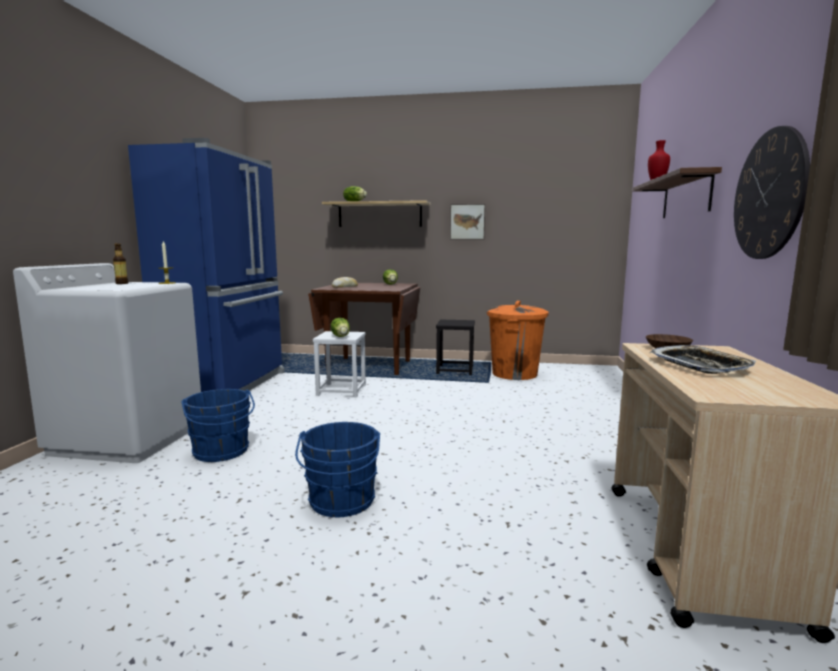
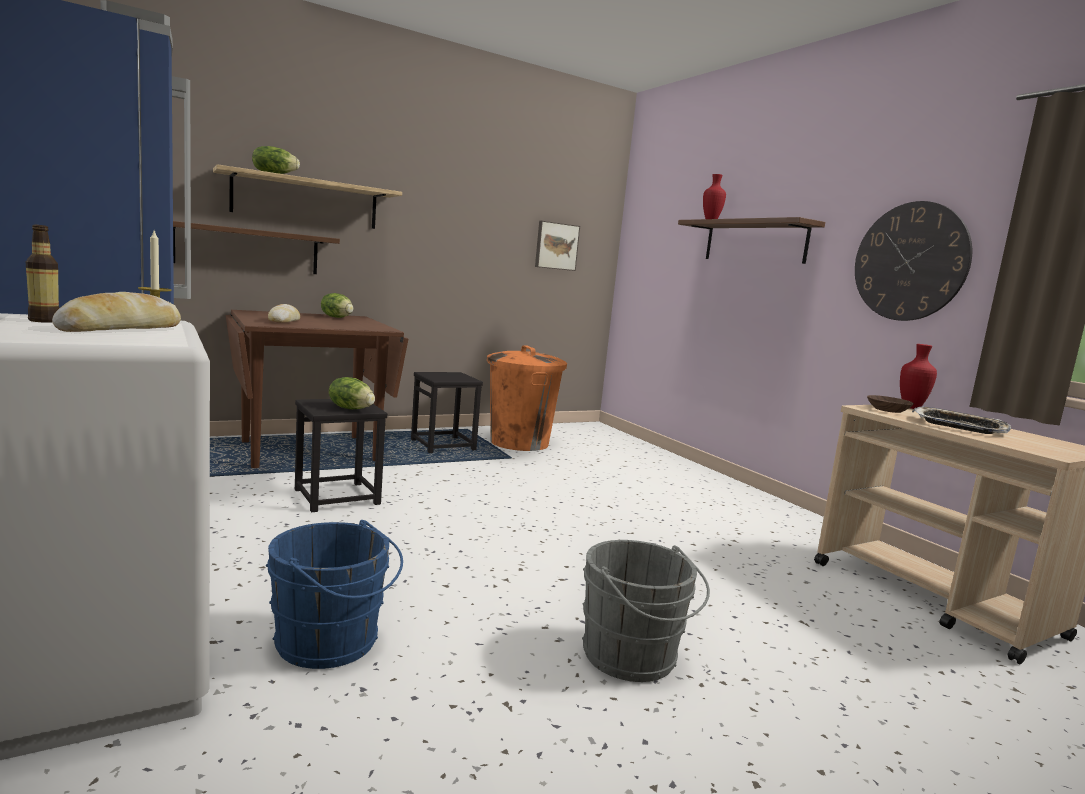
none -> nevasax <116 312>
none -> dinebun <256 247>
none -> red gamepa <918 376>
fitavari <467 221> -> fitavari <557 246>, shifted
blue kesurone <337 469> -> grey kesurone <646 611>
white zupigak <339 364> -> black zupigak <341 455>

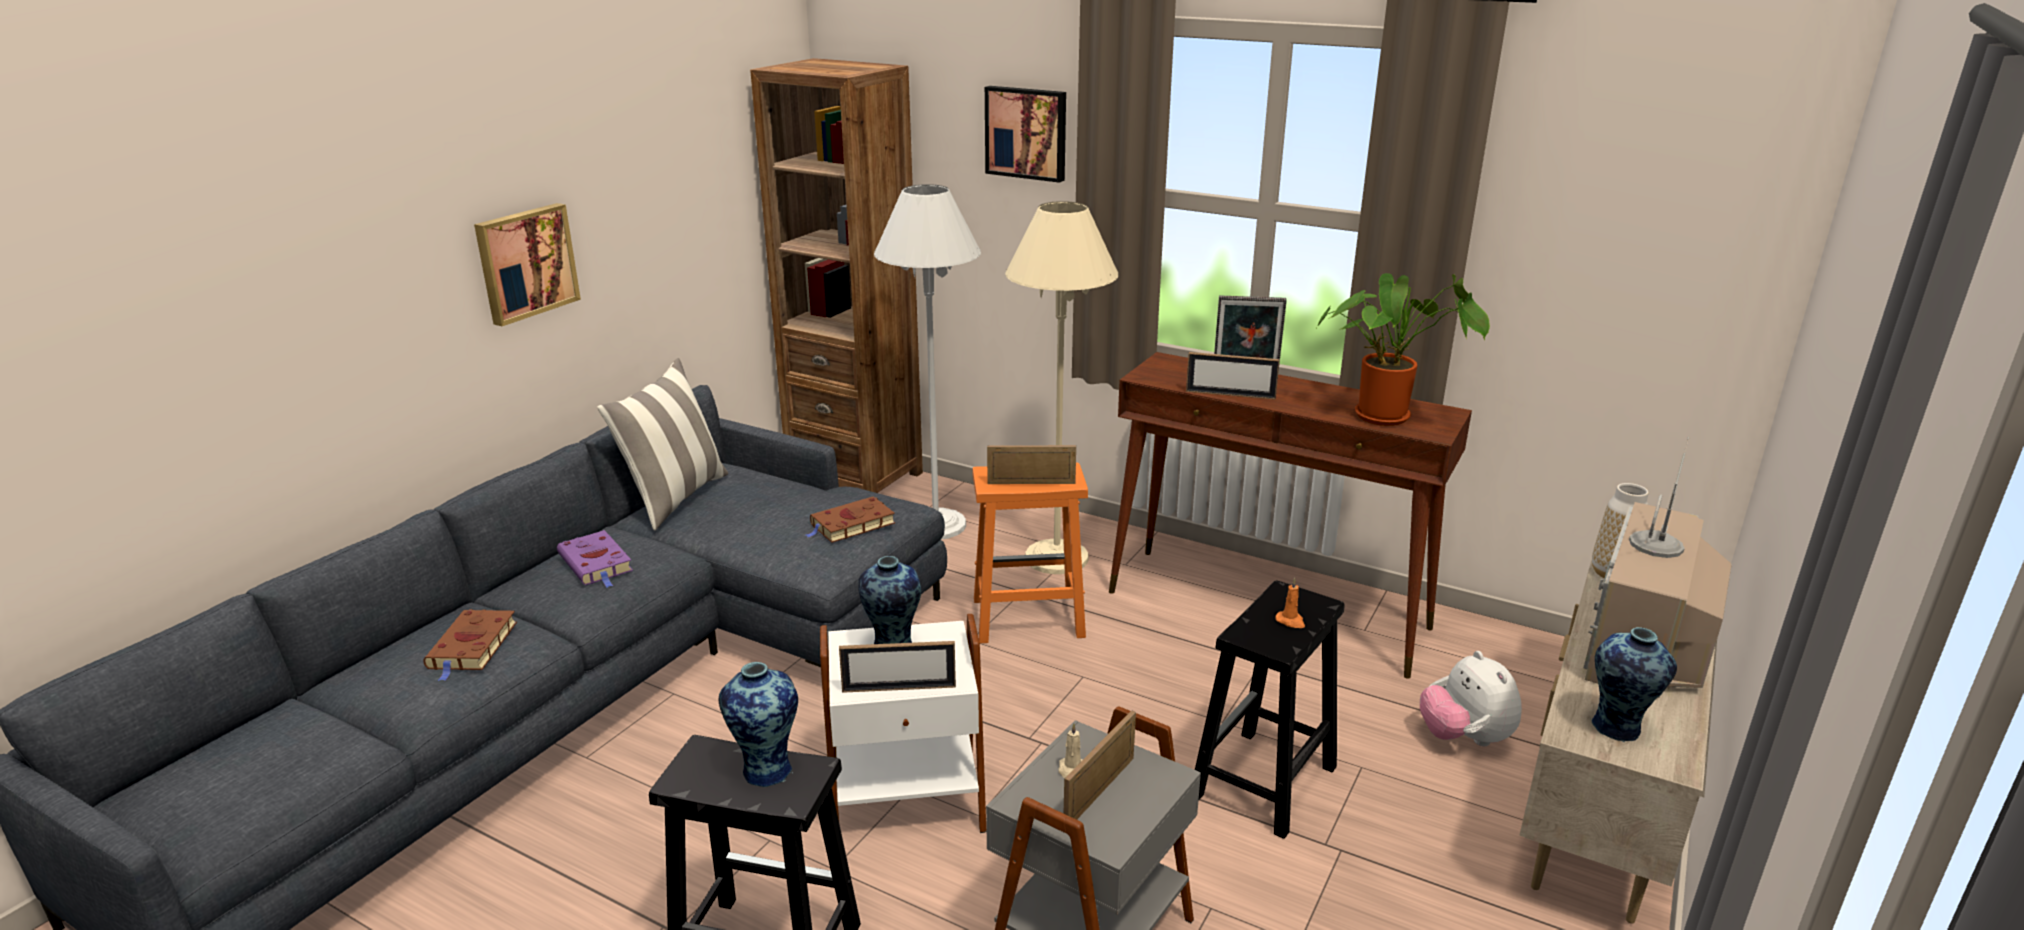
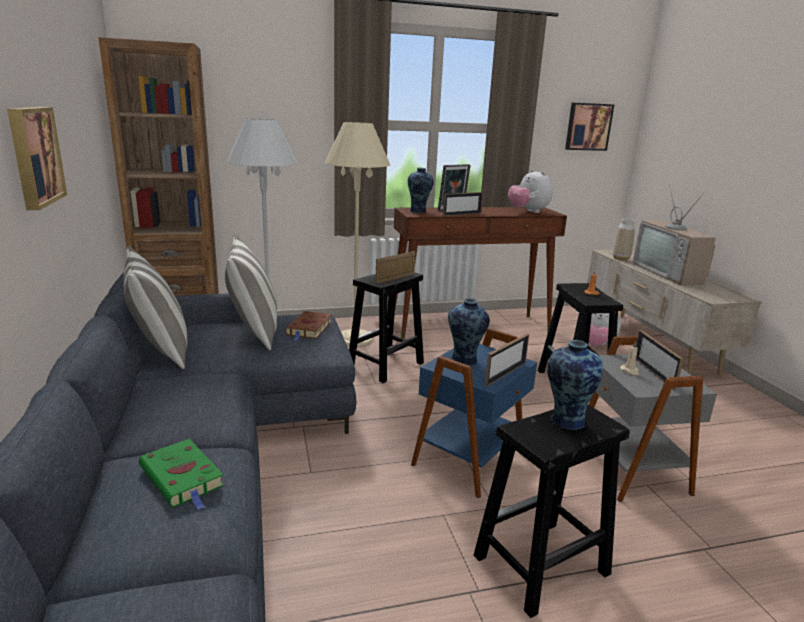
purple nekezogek <595 558> -> none
none -> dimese <251 292>
fitavari <1025 134> -> fitavari <589 127>, shifted
gamepa <1634 684> -> gamepa <421 190>, shifted
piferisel <1403 349> -> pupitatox <530 191>
brown nekezogek <470 645> -> green nekezogek <181 474>
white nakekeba <903 723> -> blue nakekeba <474 413>
orange zupigak <1030 553> -> black zupigak <386 327>

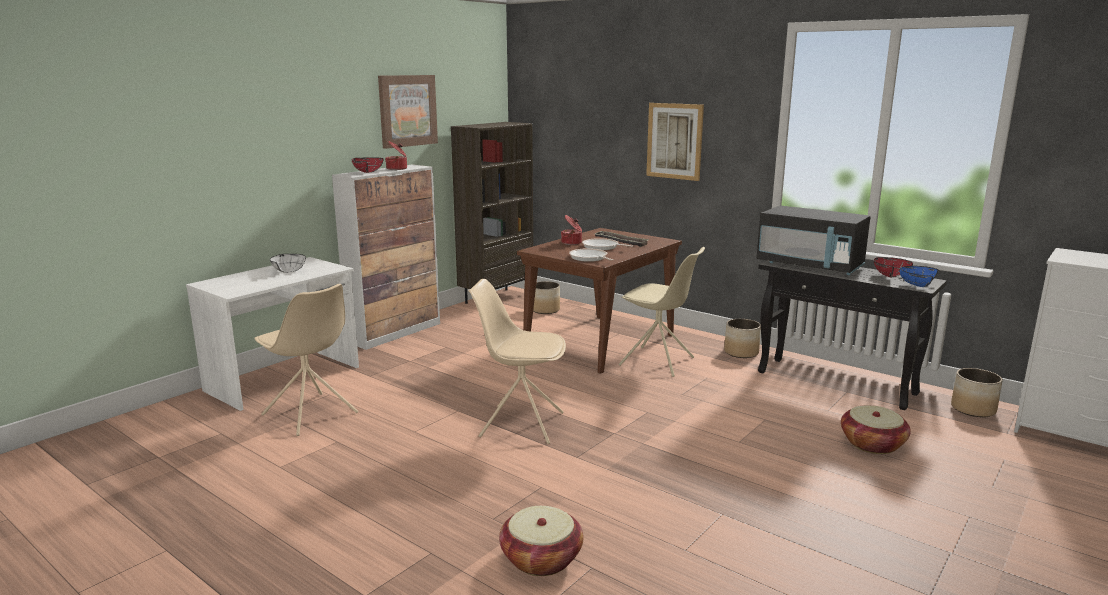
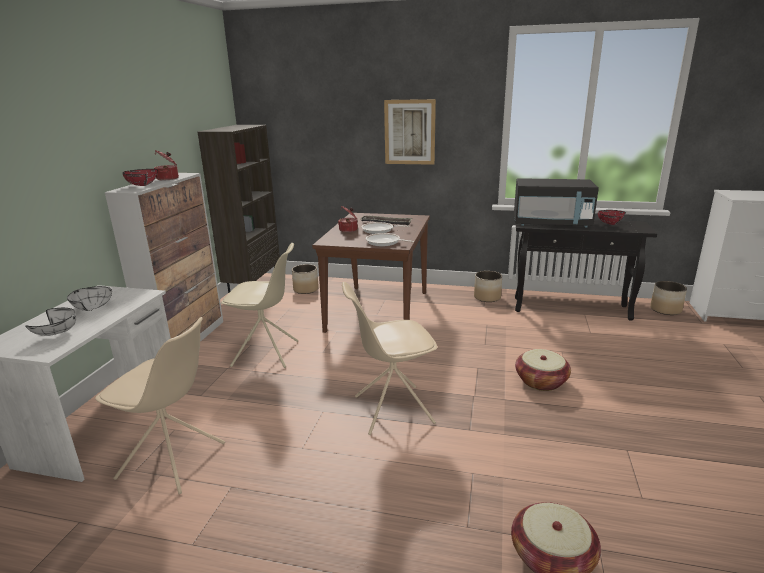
fitavari <408 112> -> none
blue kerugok <918 276> -> none
none -> white kerugok <50 322>
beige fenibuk <662 312> -> beige fenibuk <259 305>, shifted
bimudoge <876 429> -> bimudoge <543 370>, shifted

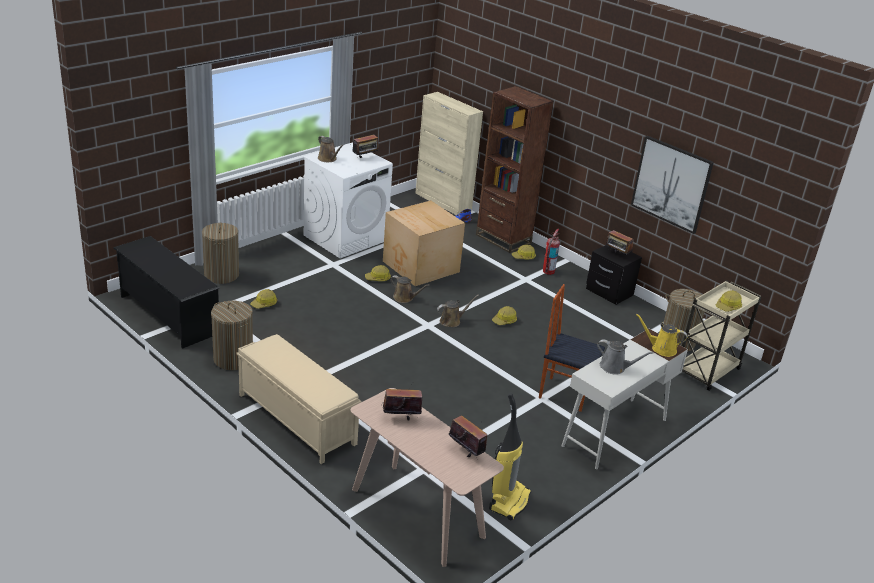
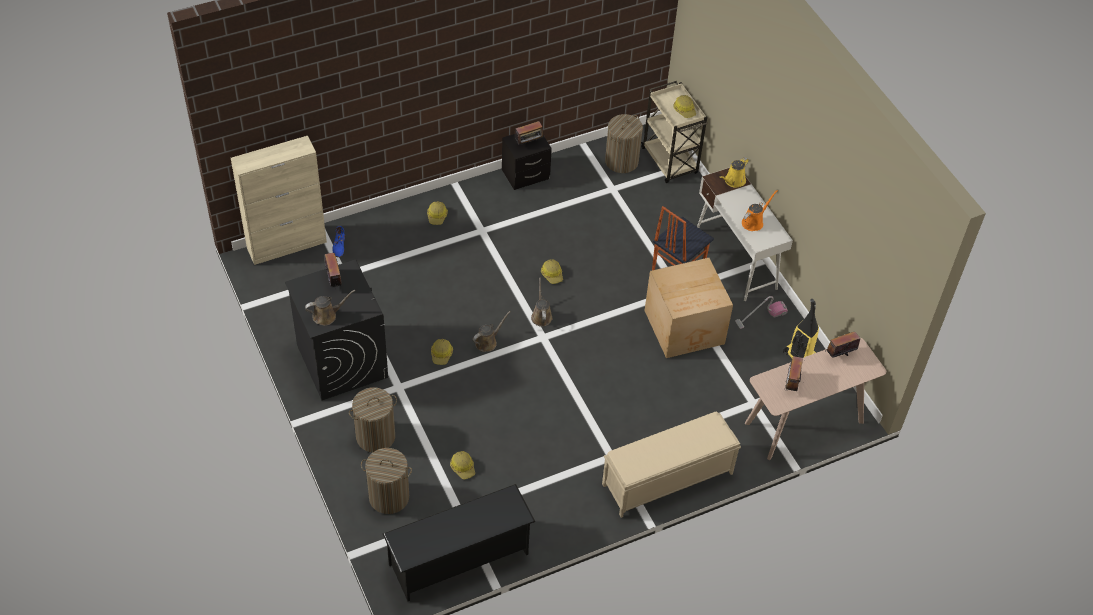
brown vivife <514 169> -> none
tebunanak <551 252> -> none
fitavari <672 185> -> none
none -> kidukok <761 312>
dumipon <232 335> -> dumipon <373 420>, shifted
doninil <424 243> -> doninil <688 308>, shifted
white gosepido <348 200> -> black gosepido <336 330>
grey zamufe <625 357> -> orange zamufe <760 210>

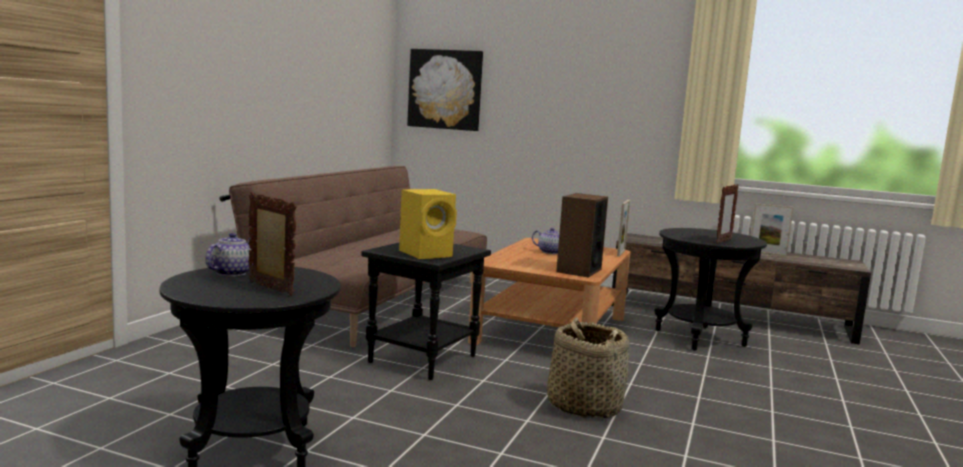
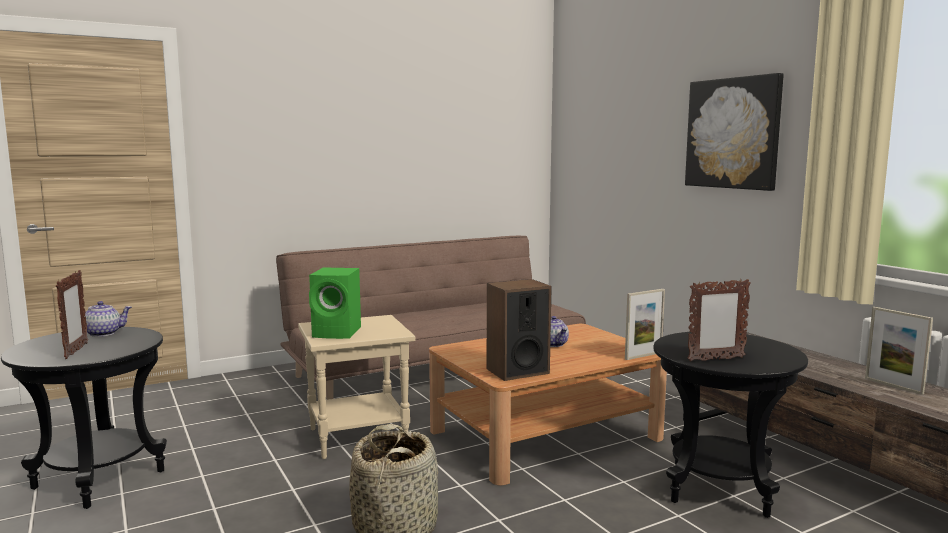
fitavari <445 90> -> fitavari <734 132>, shifted
black nakekeba <426 311> -> beige nakekeba <356 387>
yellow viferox <428 224> -> green viferox <335 303>

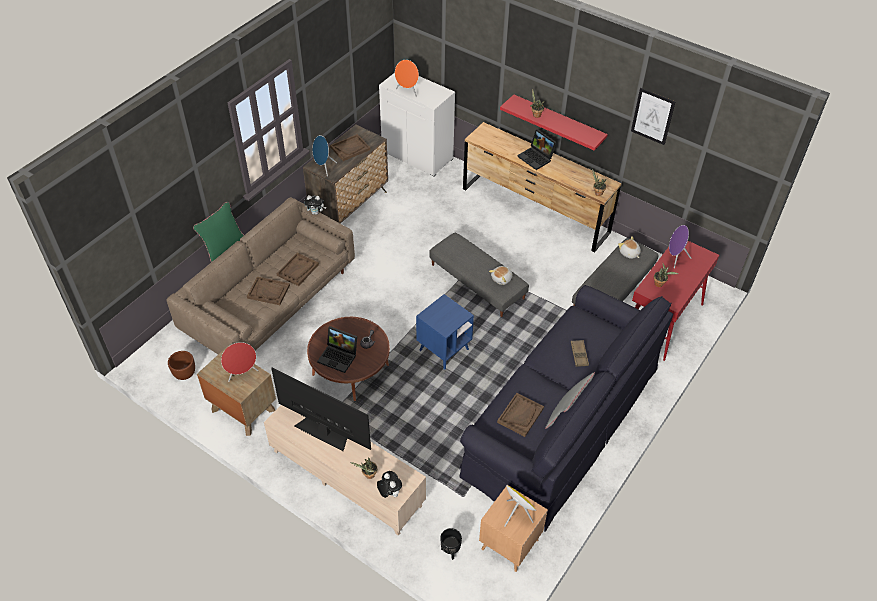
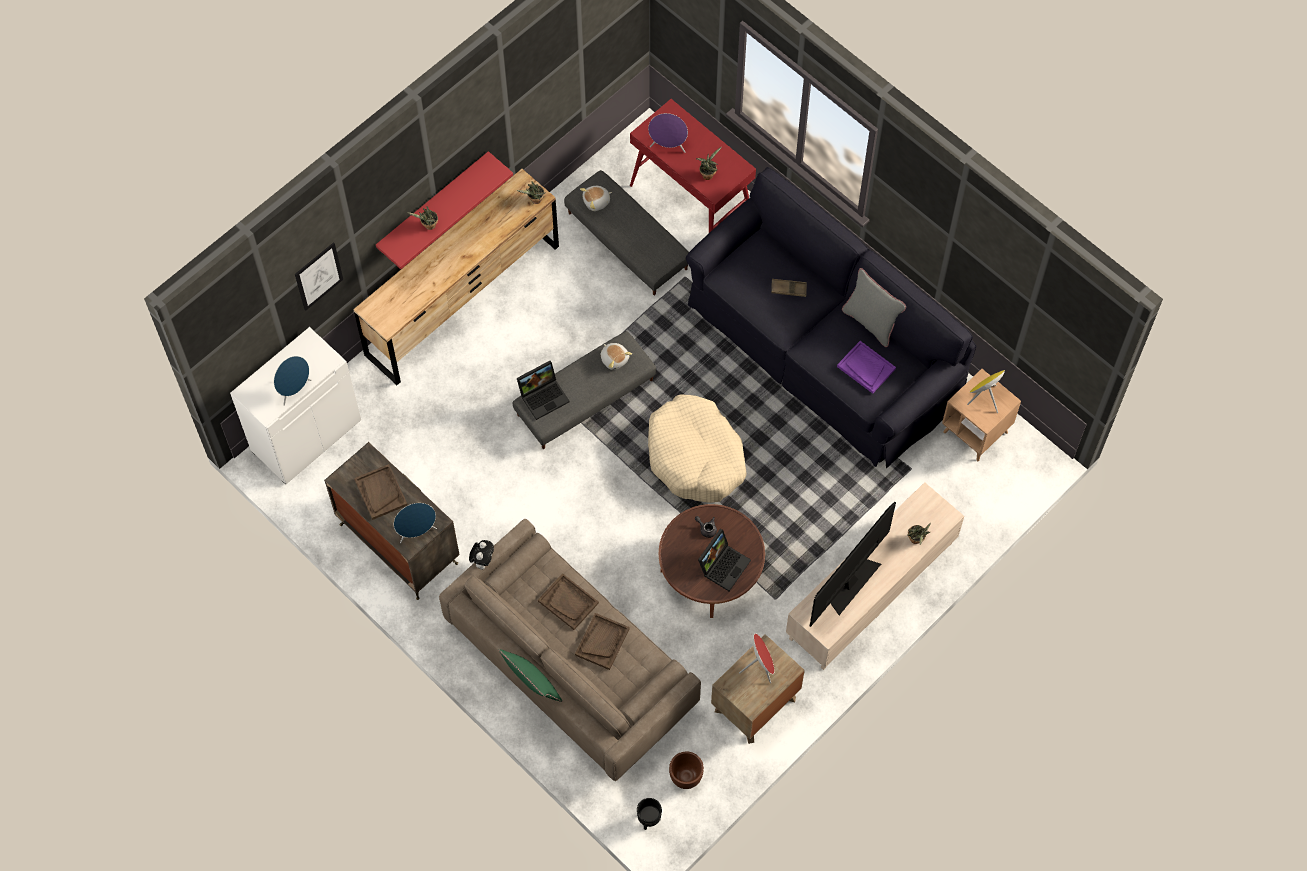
pupitatox <389 484> -> none
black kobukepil <451 544> -> black kobukepil <649 814>, shifted
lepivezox <537 149> -> lepivezox <543 390>, shifted
fitavari <653 116> -> fitavari <319 276>, shifted
blue nakekeba <445 332> -> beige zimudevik <697 448>
orange viferox <407 78> -> blue viferox <293 381>
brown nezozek <520 415> -> purple nezozek <866 367>

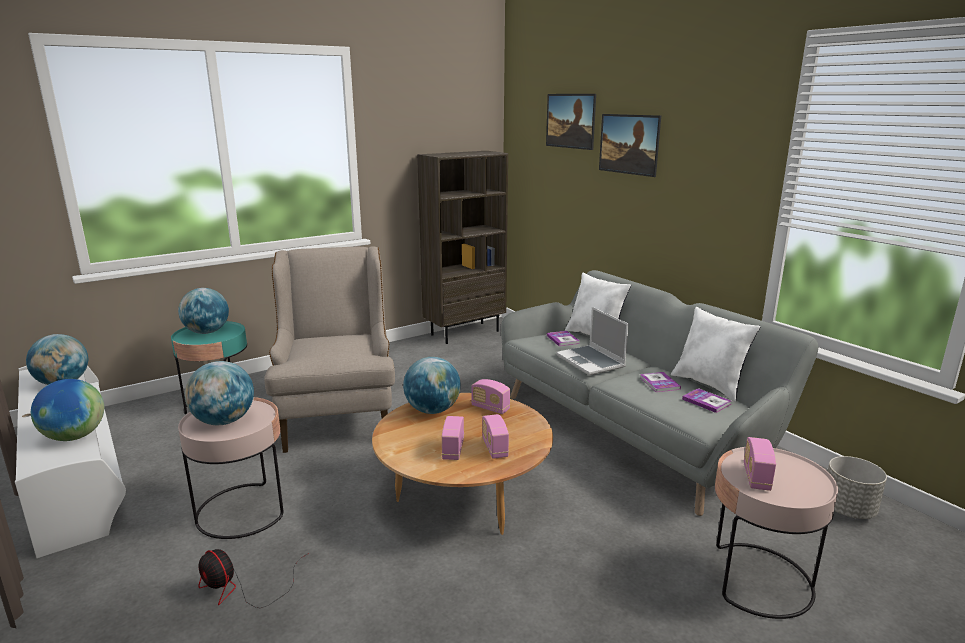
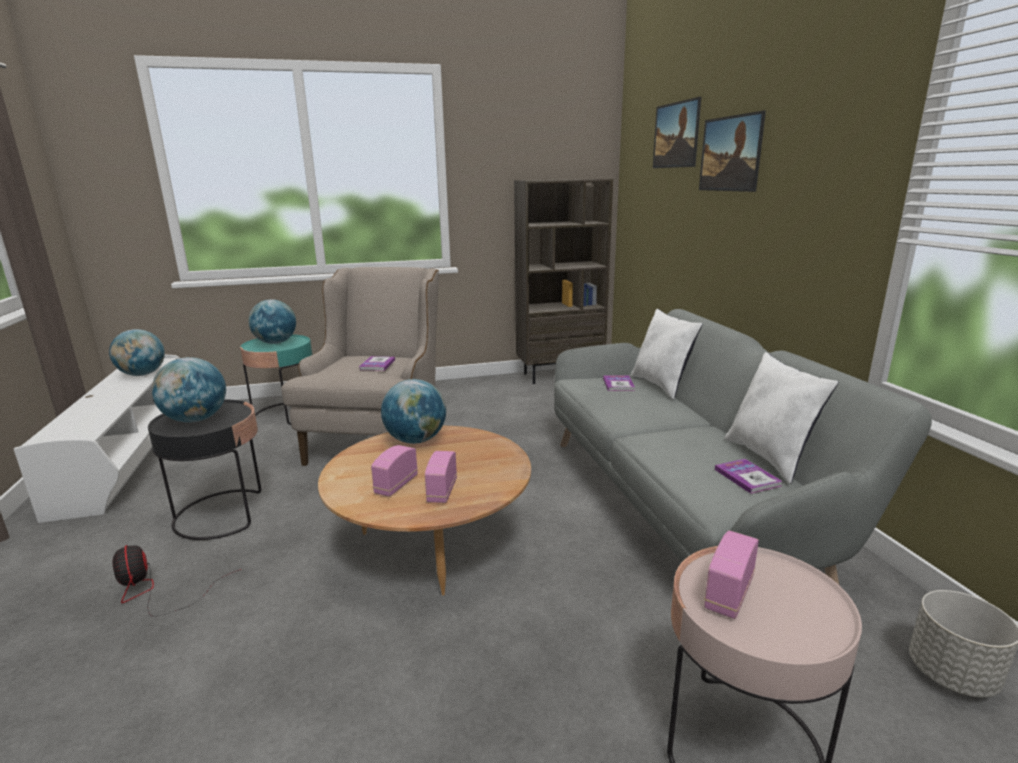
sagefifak <67 410> -> none
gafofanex <490 396> -> none
lepivezox <592 341> -> none
nekezogek <660 382> -> nekezogek <377 363>, shifted
pink nakekeba <230 468> -> black nakekeba <204 470>

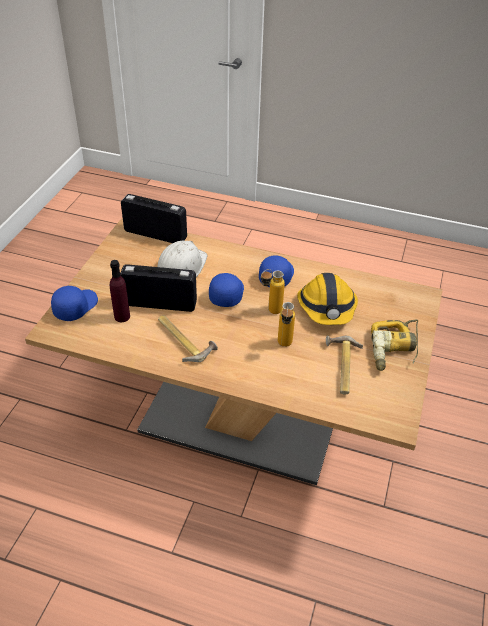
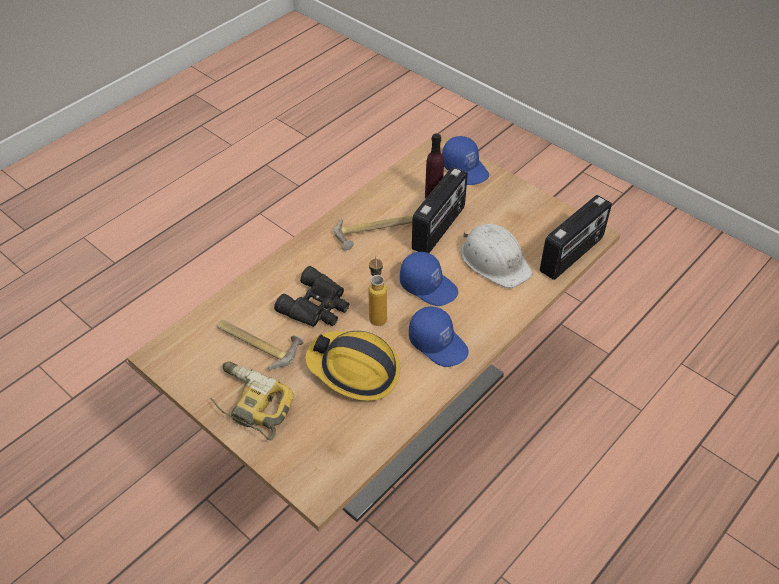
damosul <286 324> -> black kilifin <311 296>

